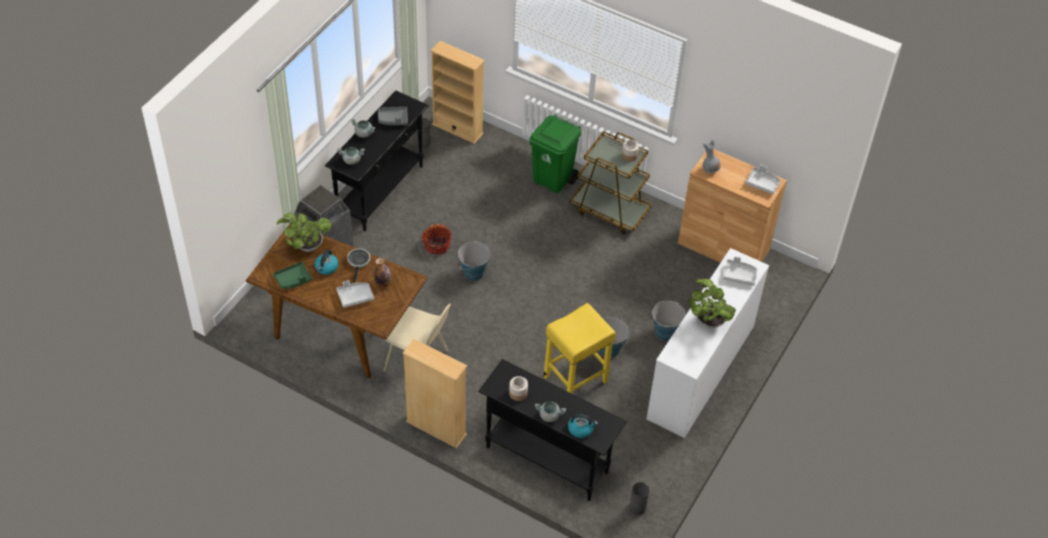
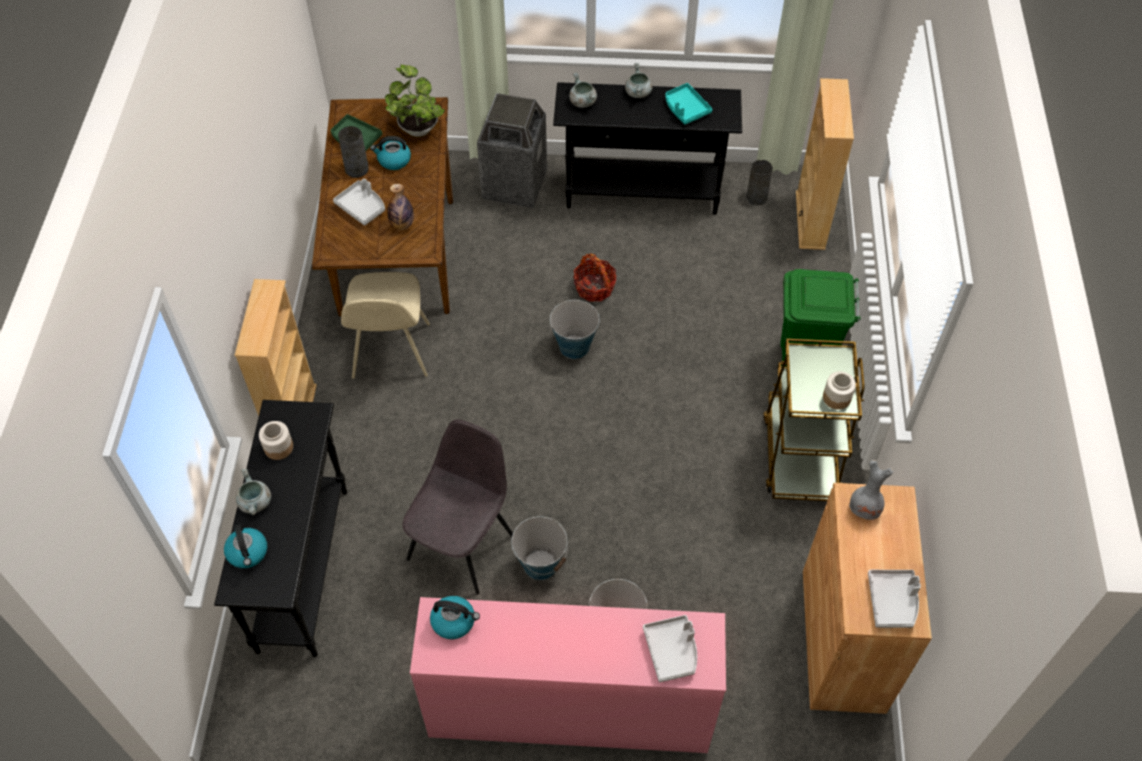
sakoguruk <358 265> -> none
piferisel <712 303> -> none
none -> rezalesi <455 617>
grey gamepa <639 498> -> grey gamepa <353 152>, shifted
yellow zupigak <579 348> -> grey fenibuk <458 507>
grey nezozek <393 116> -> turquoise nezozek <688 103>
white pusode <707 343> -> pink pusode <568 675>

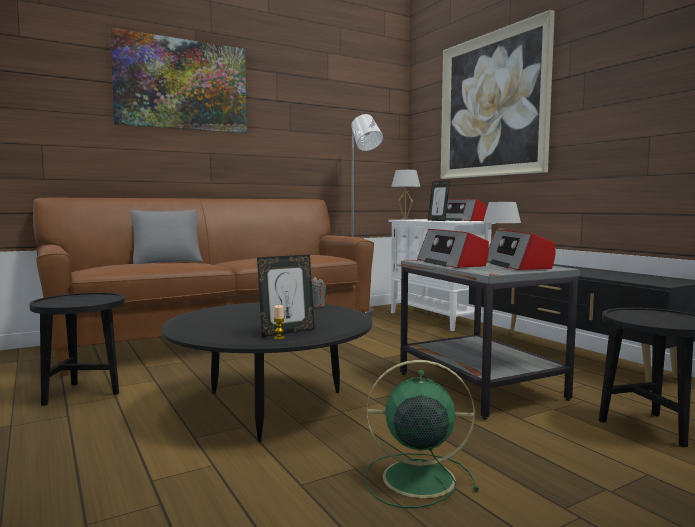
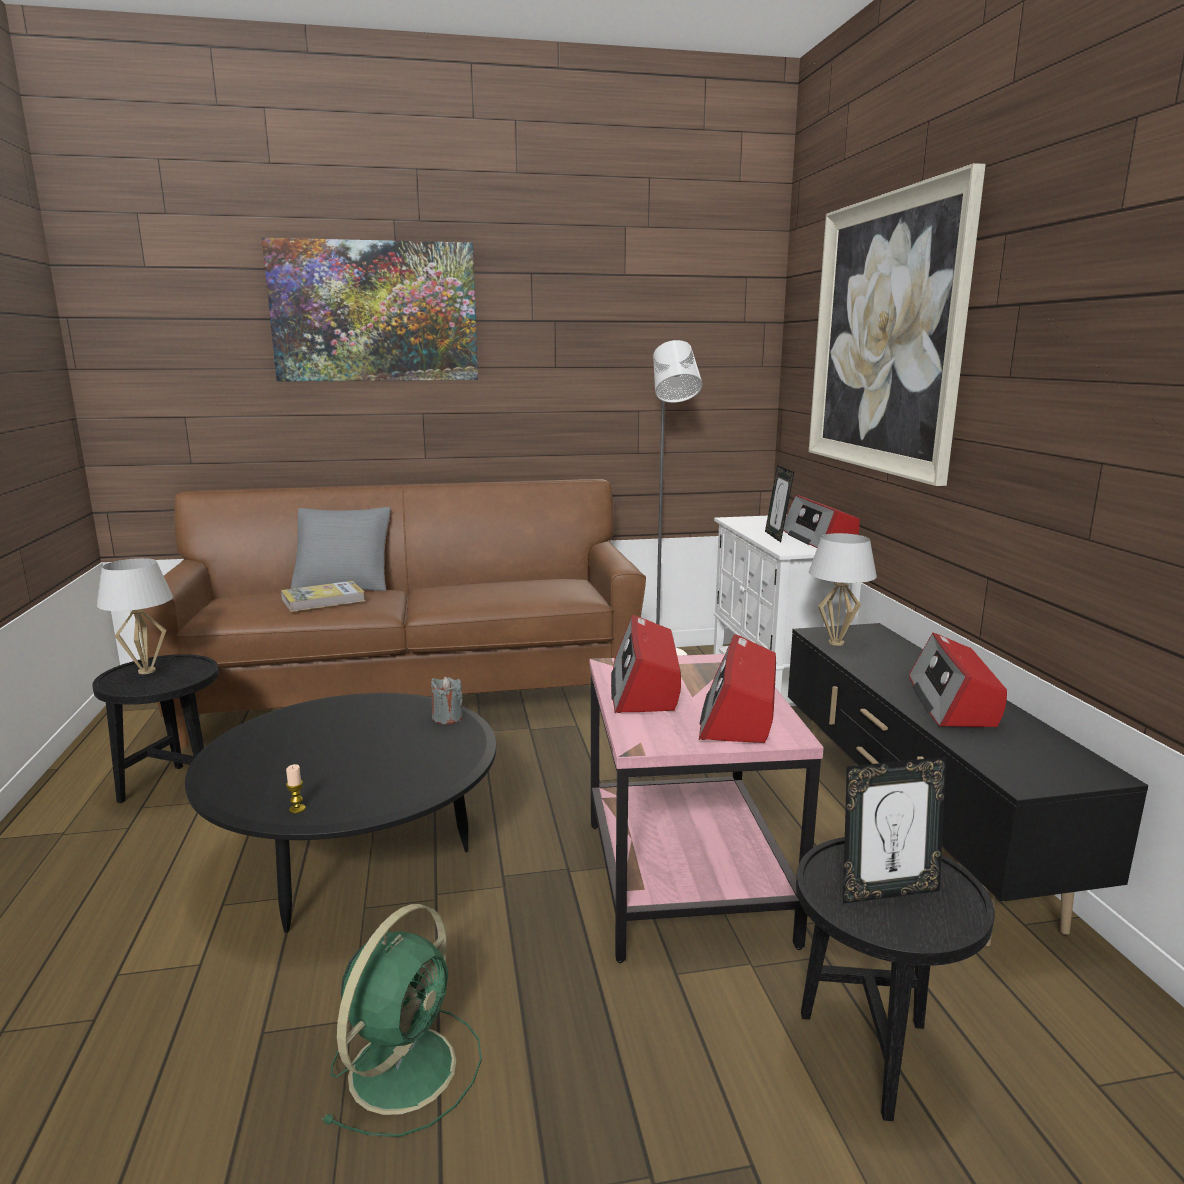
none -> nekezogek <323 596>
none -> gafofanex <958 680>
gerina <286 296> -> gerina <894 830>, shifted
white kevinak <405 195> -> white kevinak <135 616>, shifted
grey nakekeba <490 340> -> pink nakekeba <706 808>
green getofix <422 434> -> green getofix <402 1020>, 90 degrees clockwise

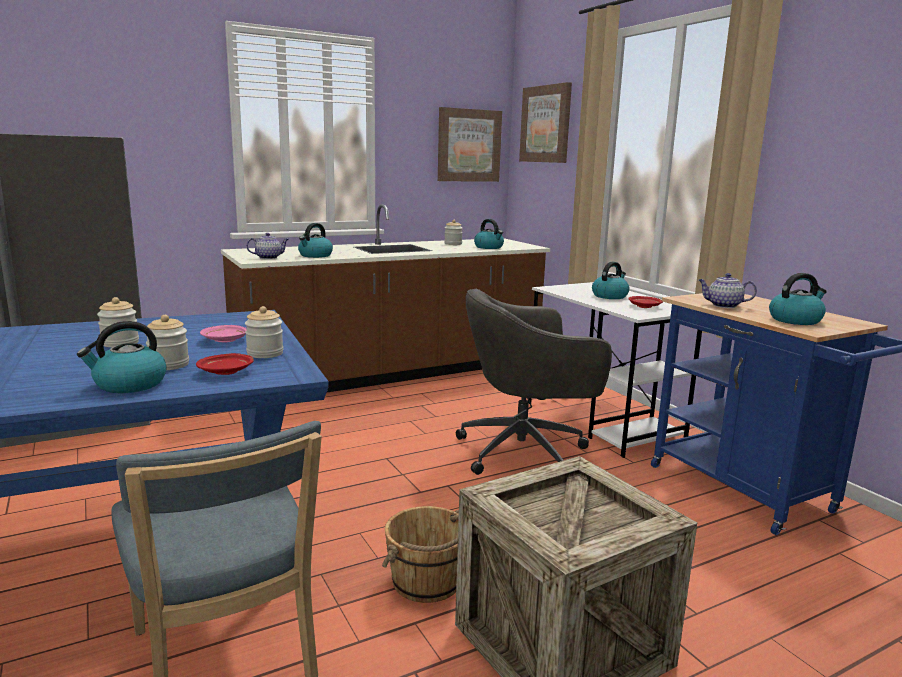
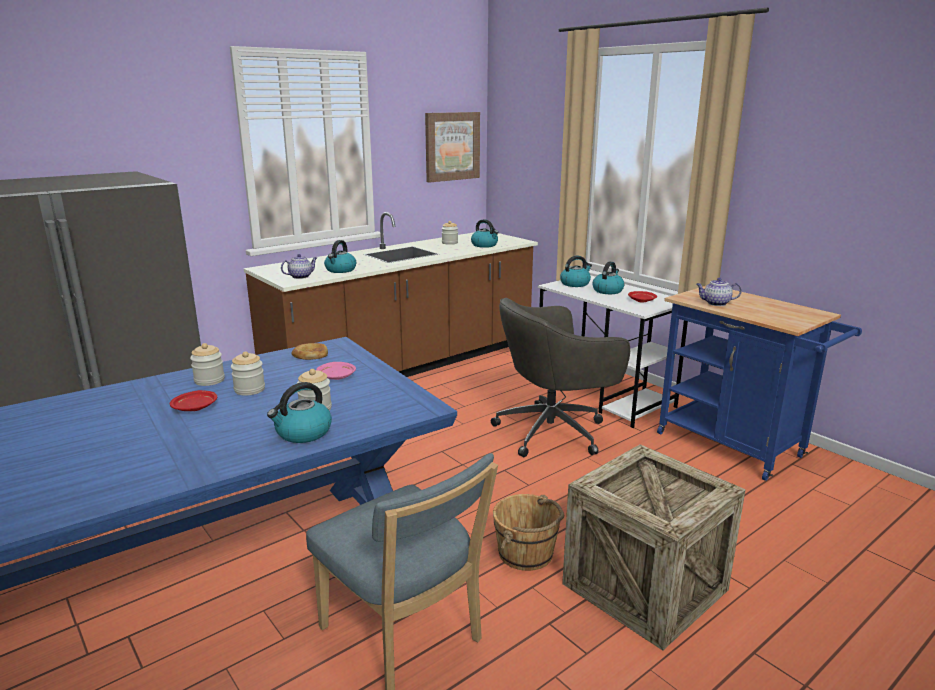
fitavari <545 122> -> none
none -> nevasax <309 351>
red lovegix <225 364> -> red lovegix <193 400>, shifted
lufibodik <264 332> -> lufibodik <207 364>, shifted
rezalesi <798 299> -> rezalesi <576 271>, shifted

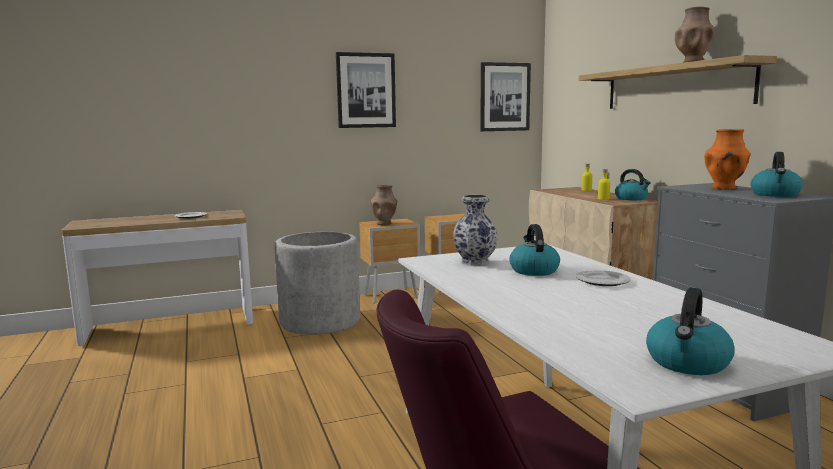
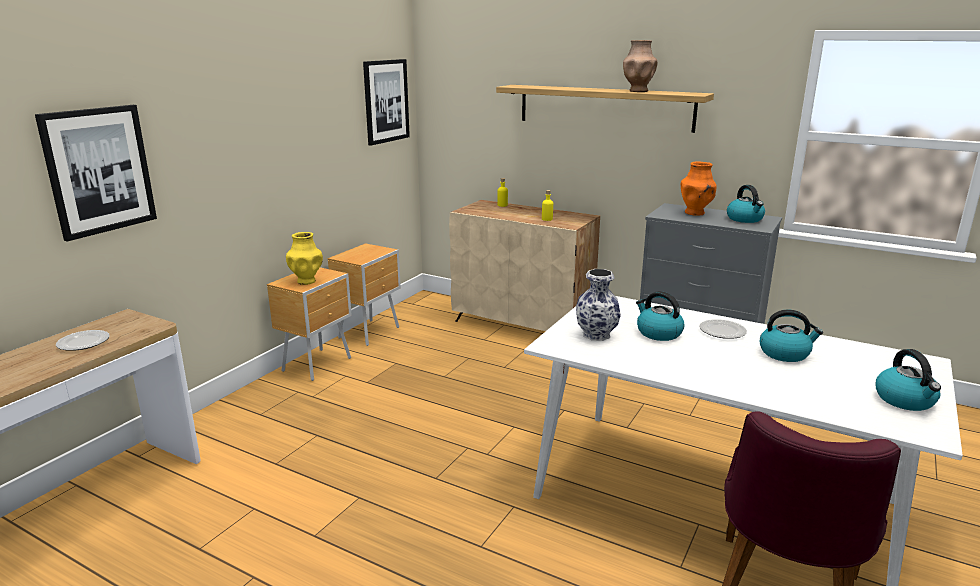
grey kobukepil <317 283> -> none
fitavari <366 90> -> fitavari <96 173>, shifted
rezalesi <633 184> -> rezalesi <791 336>, shifted
brown gamepa <384 205> -> yellow gamepa <304 258>

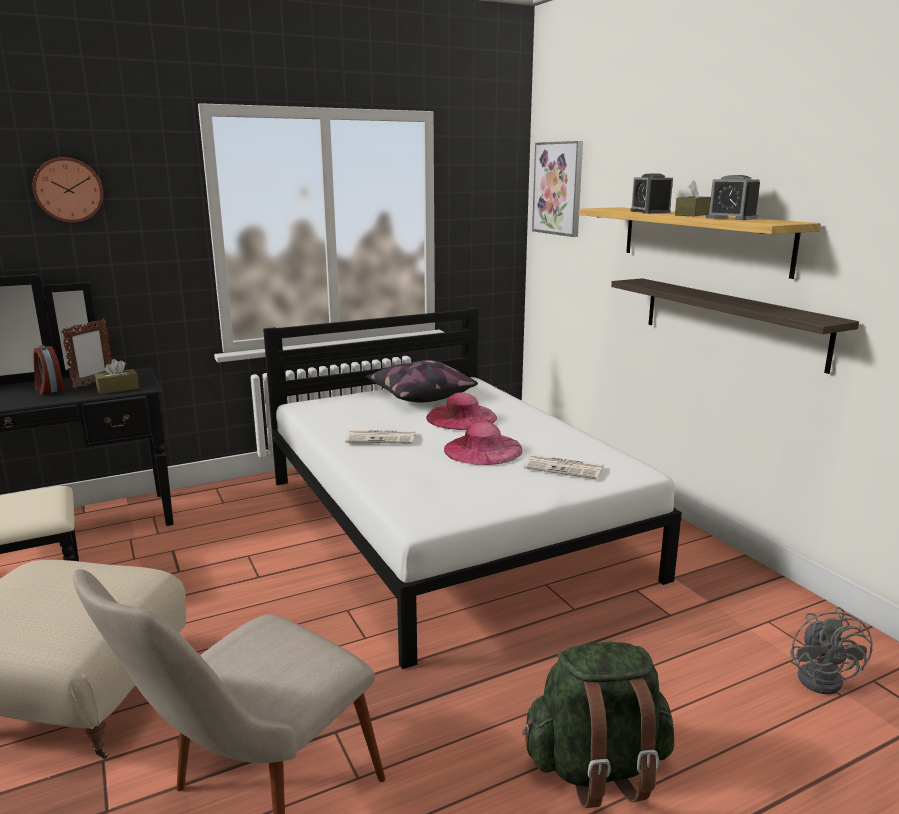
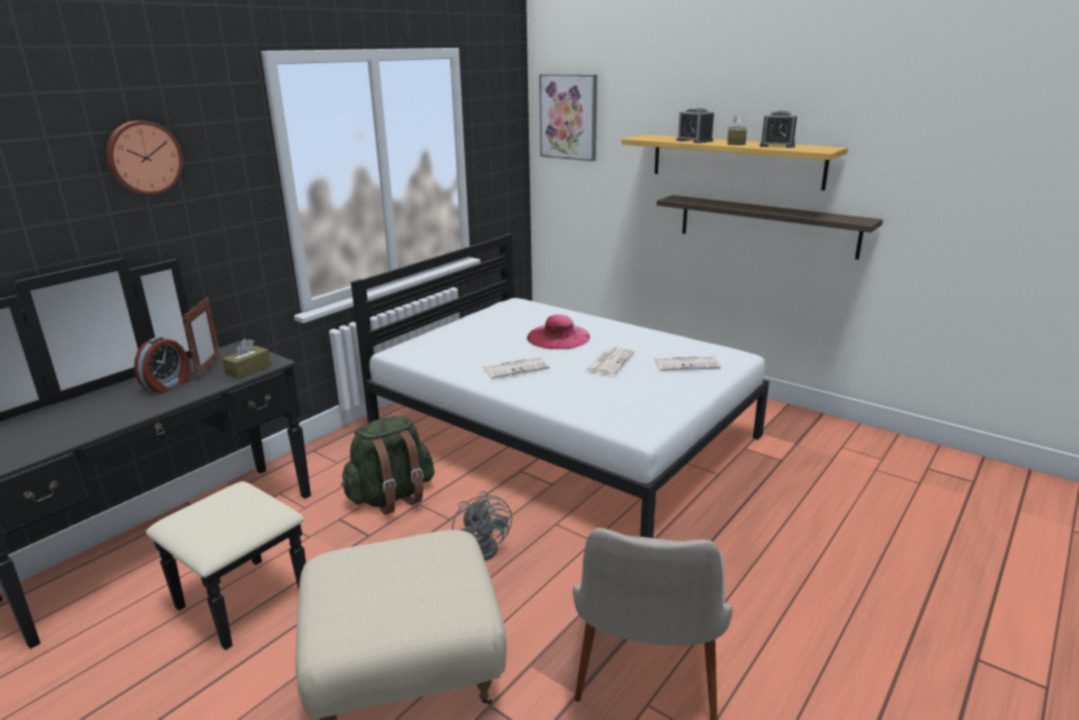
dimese <422 381> -> none
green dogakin <598 725> -> green dogakin <388 465>, shifted
grey getofix <831 651> -> grey getofix <482 526>, shifted
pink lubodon <483 443> -> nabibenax <610 361>
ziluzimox <48 370> -> ziluzimox <162 365>, 90 degrees counterclockwise

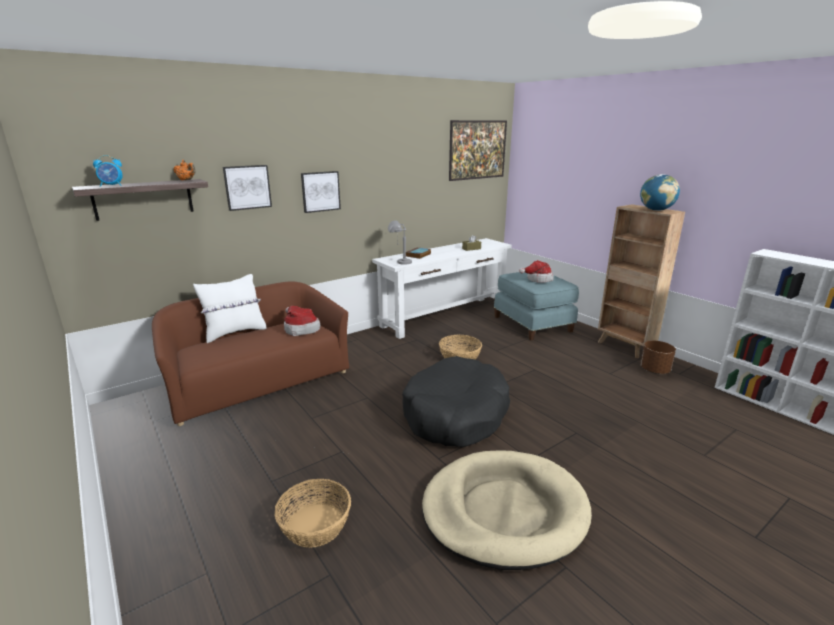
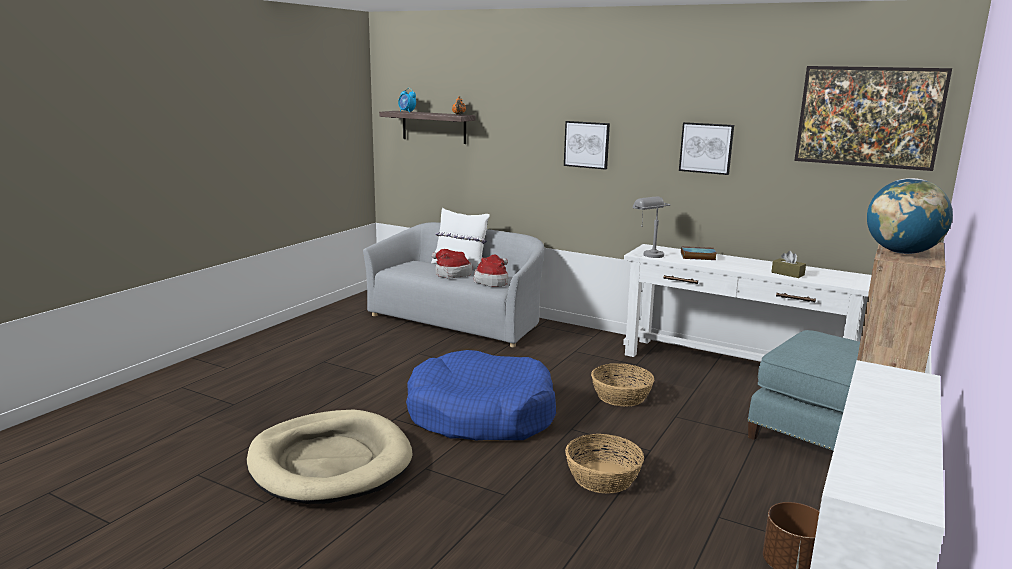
fitavari <247 188> -> fitavari <706 148>, shifted
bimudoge <313 513> -> bimudoge <604 464>, shifted
lubodon <536 271> -> lubodon <452 264>, shifted
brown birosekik <250 354> -> grey birosekik <453 284>
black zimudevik <456 401> -> blue zimudevik <481 395>

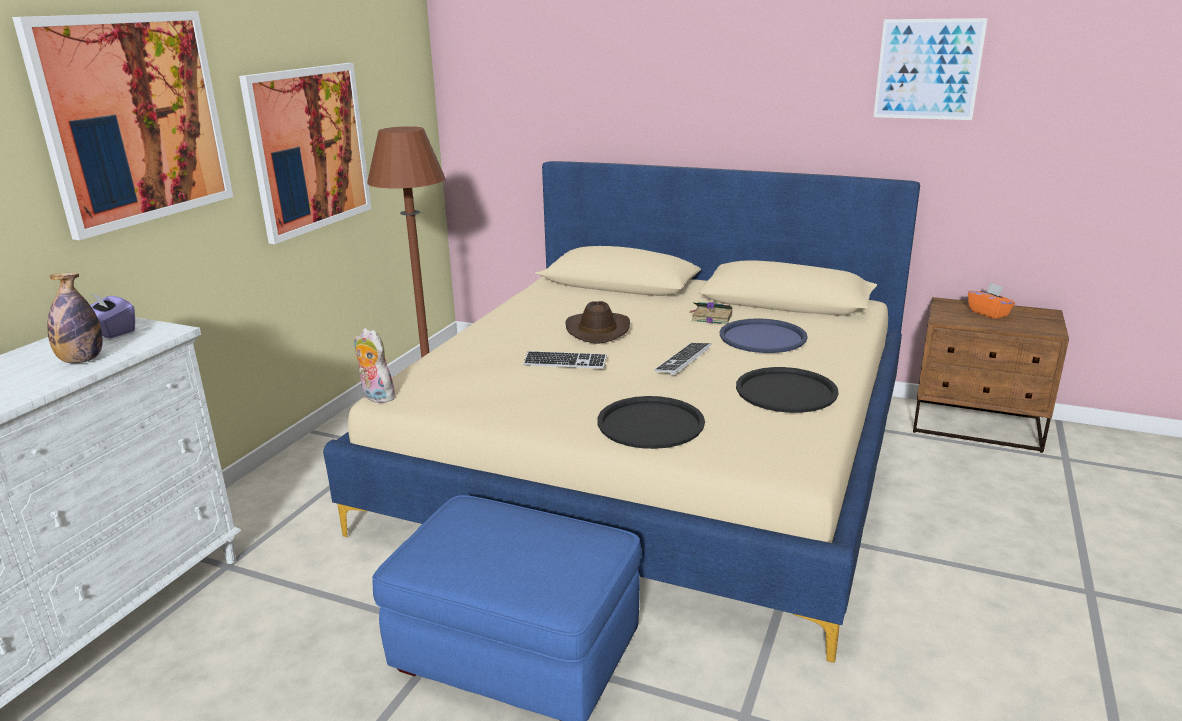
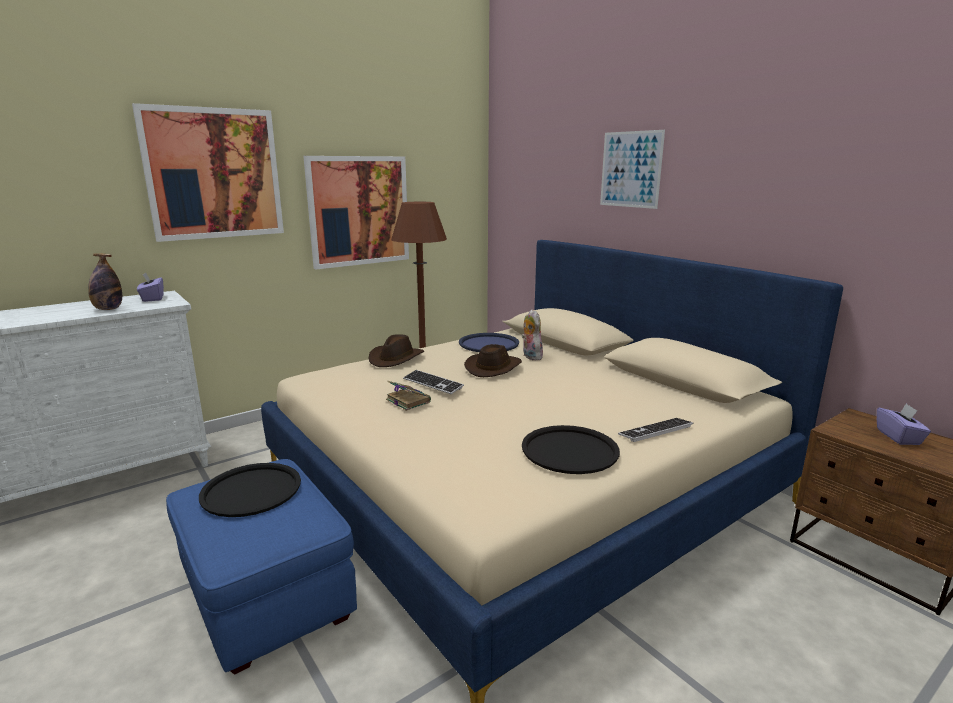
none -> brown lubodon <396 350>
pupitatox <376 365> -> pupitatox <532 334>, shifted
black nezozek <651 422> -> black nezozek <250 490>, shifted
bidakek <682 359> -> bidakek <655 430>, shifted
nekezogek <711 312> -> nekezogek <408 396>, shifted
blue nezozek <763 335> -> blue nezozek <489 342>, shifted
fitavari <931 69> -> fitavari <632 169>, shifted
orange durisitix <991 300> -> purple durisitix <904 424>

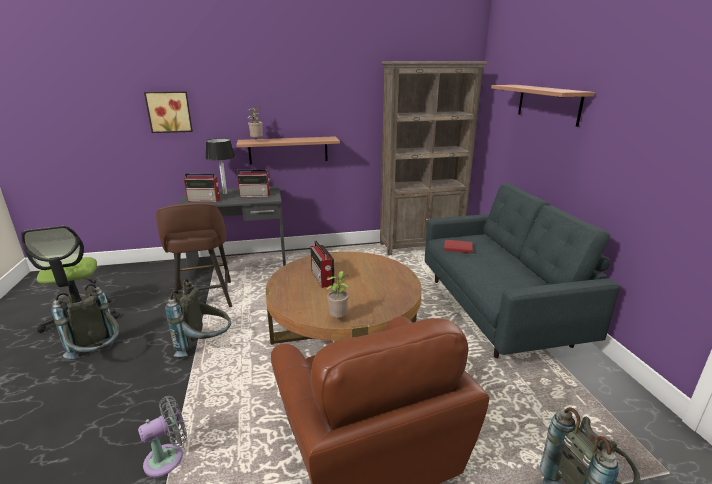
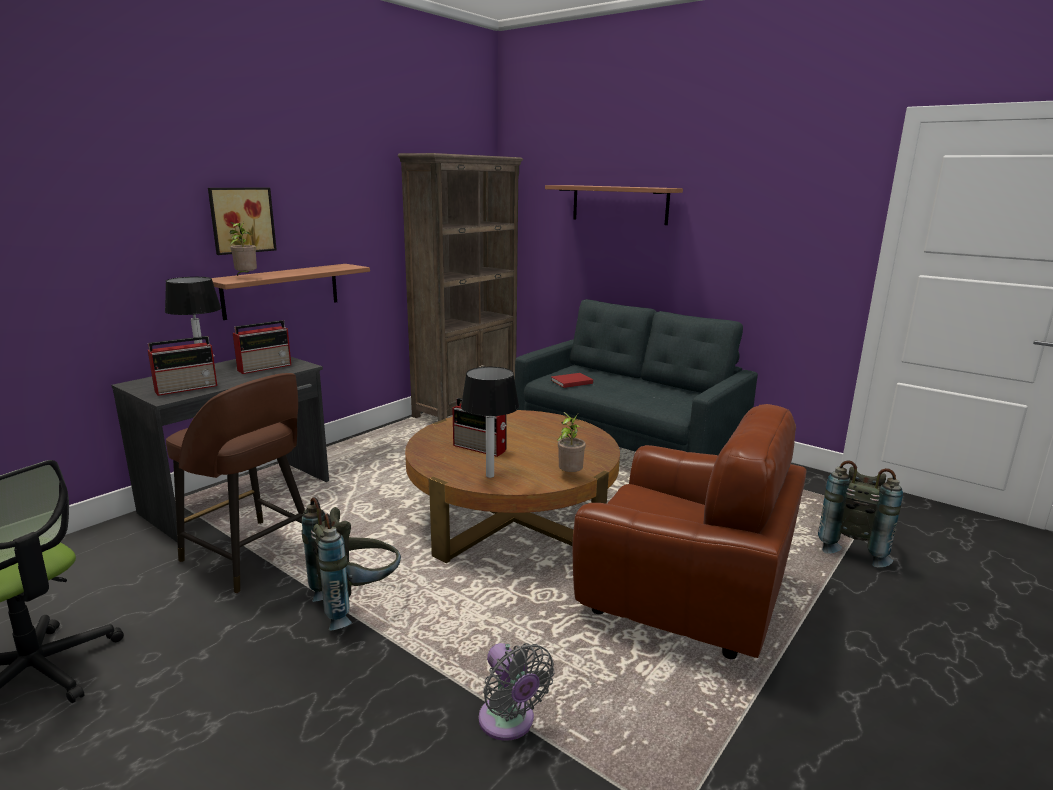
grey dogakin <85 321> -> none
none -> kevinak <490 422>
fitavari <168 112> -> fitavari <242 221>, shifted
grey getofix <162 436> -> grey getofix <517 692>, 135 degrees clockwise

